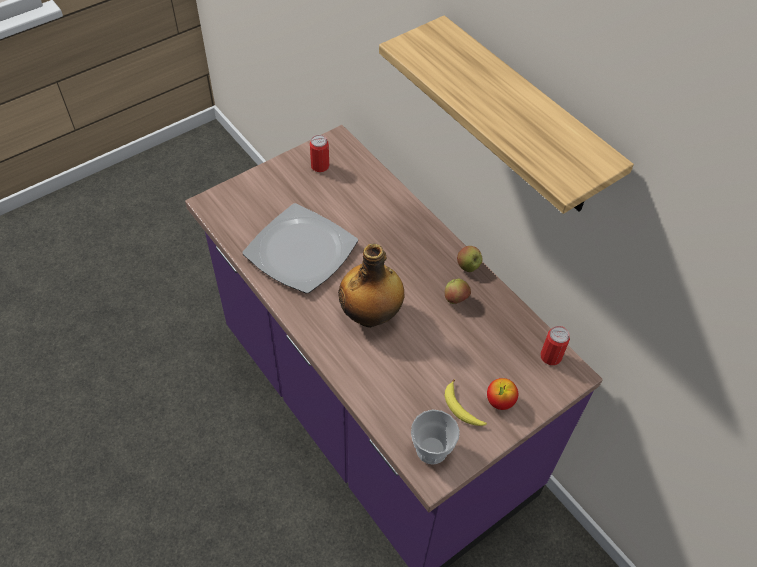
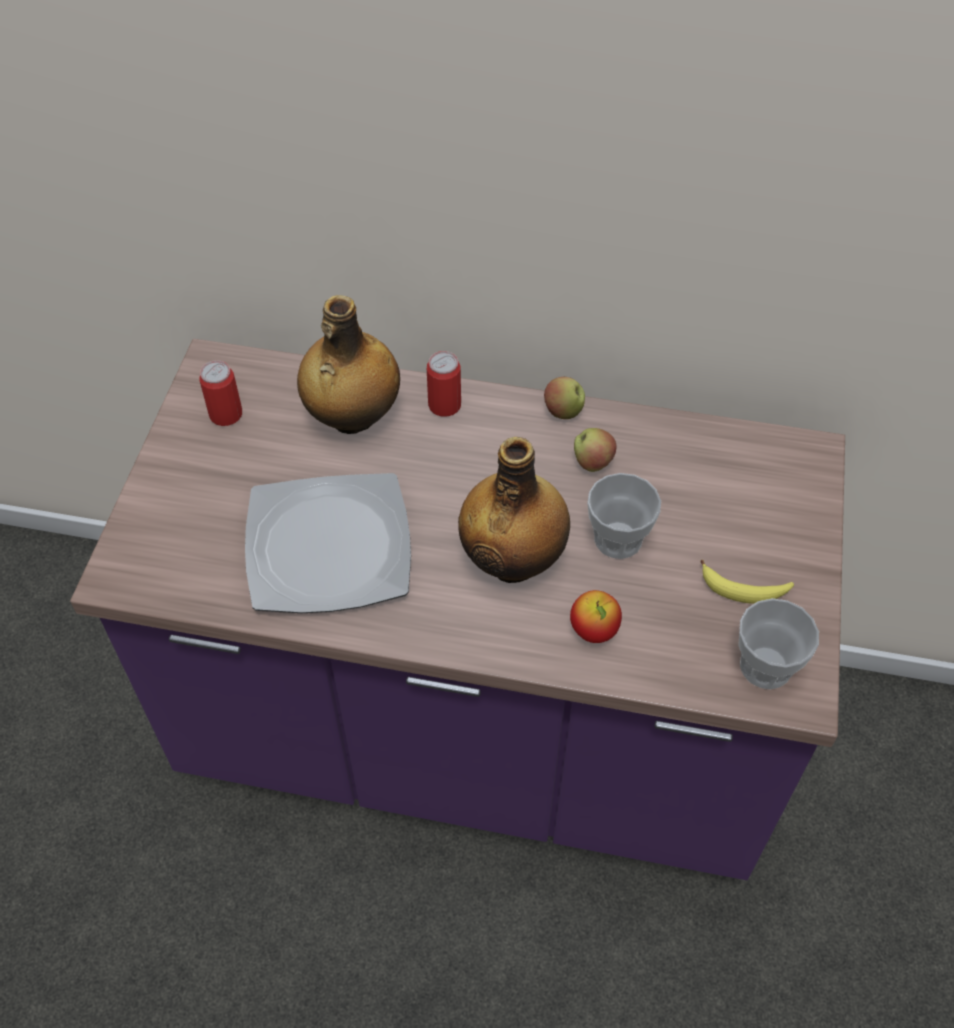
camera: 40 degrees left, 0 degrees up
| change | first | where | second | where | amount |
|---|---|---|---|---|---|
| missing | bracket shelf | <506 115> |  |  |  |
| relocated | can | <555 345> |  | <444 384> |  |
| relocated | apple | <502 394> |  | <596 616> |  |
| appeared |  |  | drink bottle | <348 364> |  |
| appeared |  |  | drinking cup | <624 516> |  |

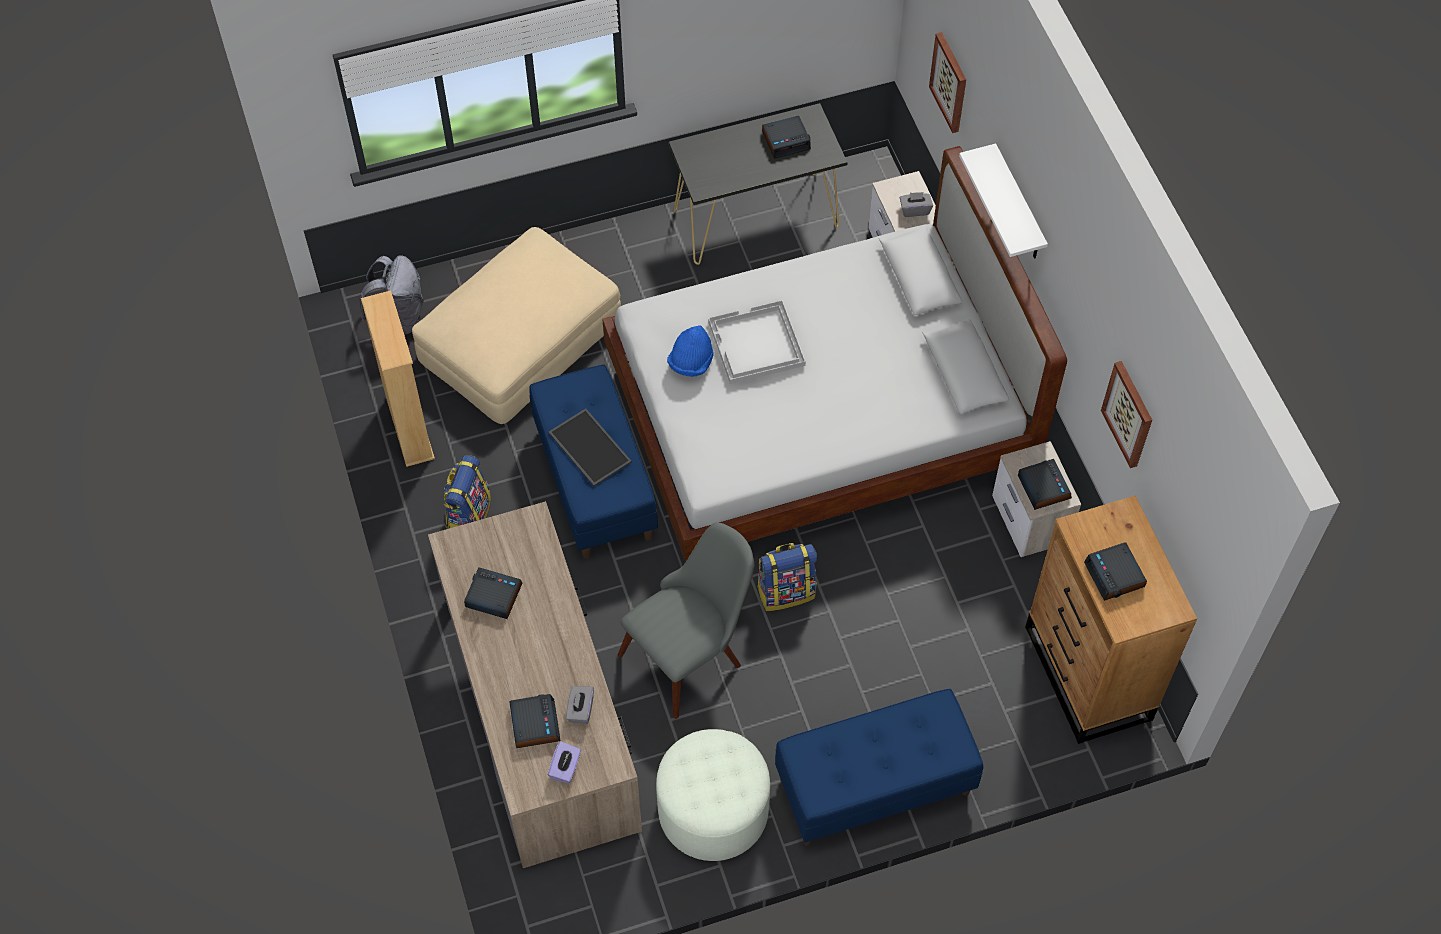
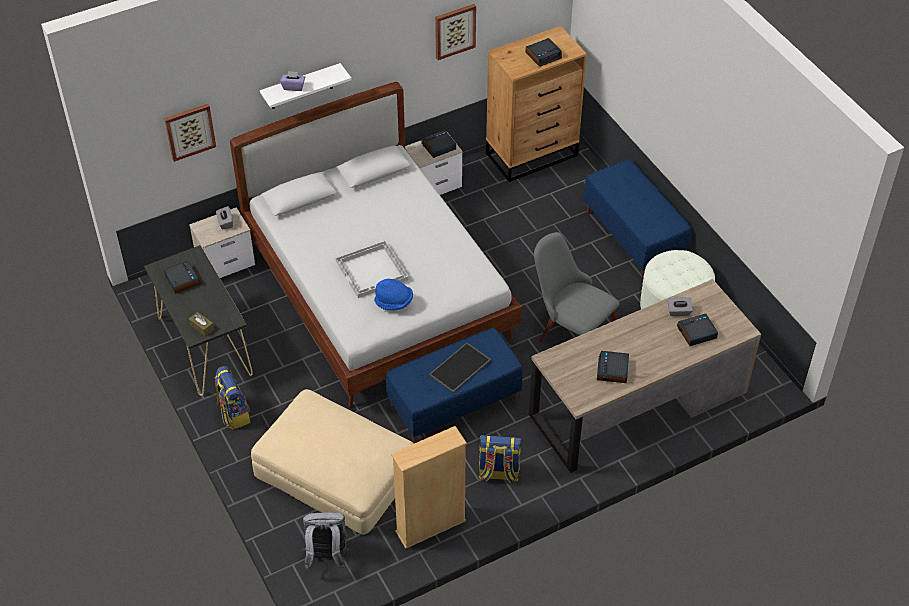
camera: 100 degrees left, 10 degrees down
| change | first | where | second | where | amount |
|---|---|---|---|---|---|
| relocated | rucksack | <787 577> |  | <232 398> |  |
| relocated | purplish tissue box | <564 762> |  | <292 81> |  |
| appeared |  |  | brown tissue box | <201 324> |  |

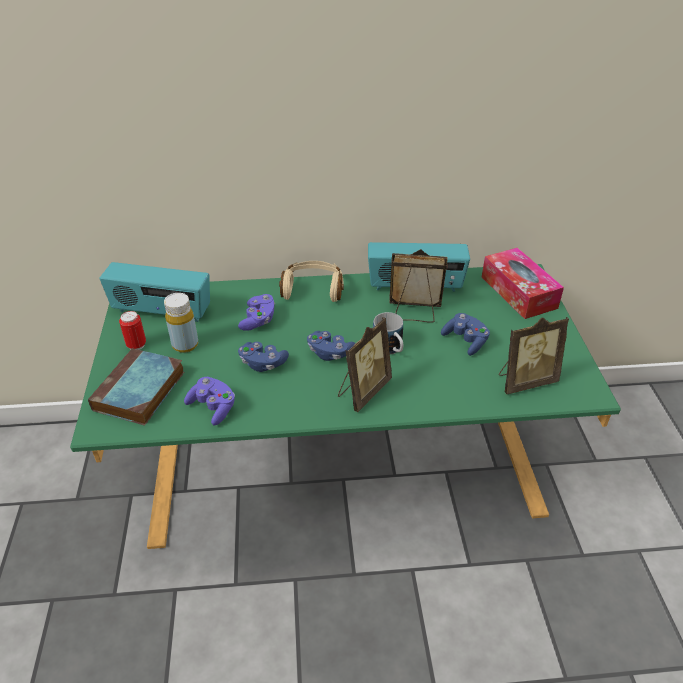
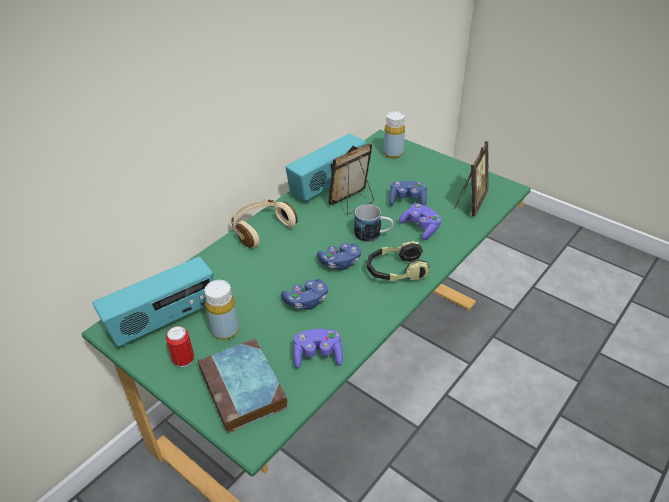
camera: 45 degrees left, 0 degrees up
| change | first | where | second | where | amount |
|---|---|---|---|---|---|
| exchanged | tissue box | <523 283> | yellow drink bottle | <394 134> |  |
| relocated | purplish game controller | <256 312> |  | <420 221> |  |
| exchanged | picture frame | <365 364> | headphones | <398 261> |  |

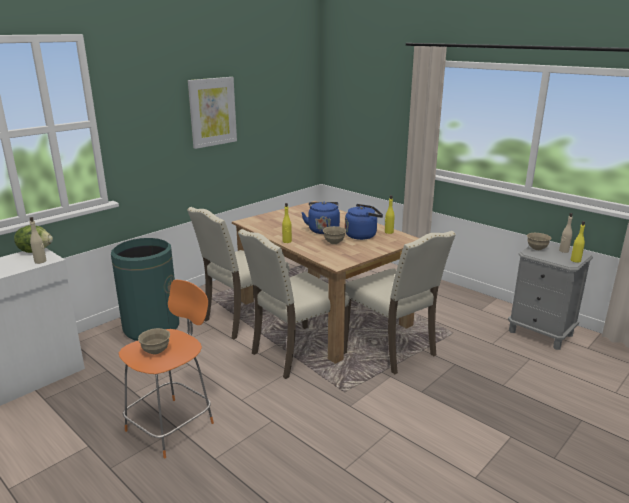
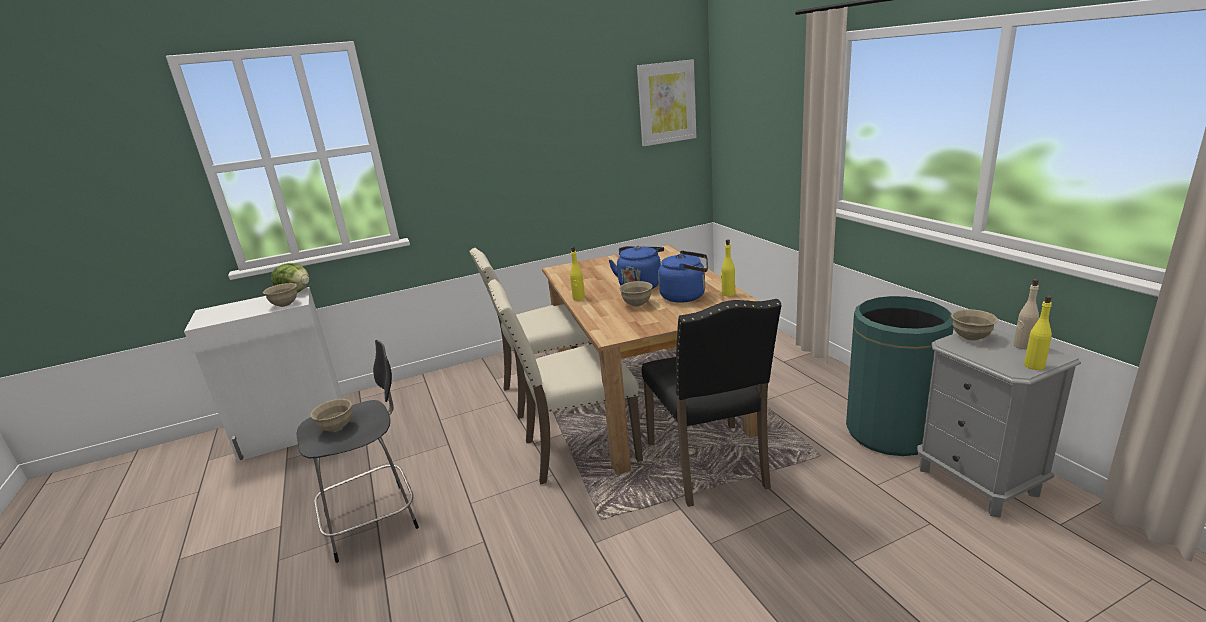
camera: 25 degrees right, 0 degrees up
| change | first | where | second | where | amount |
|---|---|---|---|---|---|
| relocated | wall art | <212 113> |  | <666 102> |  |
| exchanged | beige-coloured drink bottle | <38 240> | beige-coloured serving bowl | <280 295> |  |
| colour | beige-coloured plain chair | <400 302> | black-coloured plain chair | <712 403> |  |
| relocated | green rubbish bin | <145 289> |  | <900 376> |  |
| colour | orange-coloured sitting stool | <166 369> | black-coloured sitting stool | <357 451> |  |

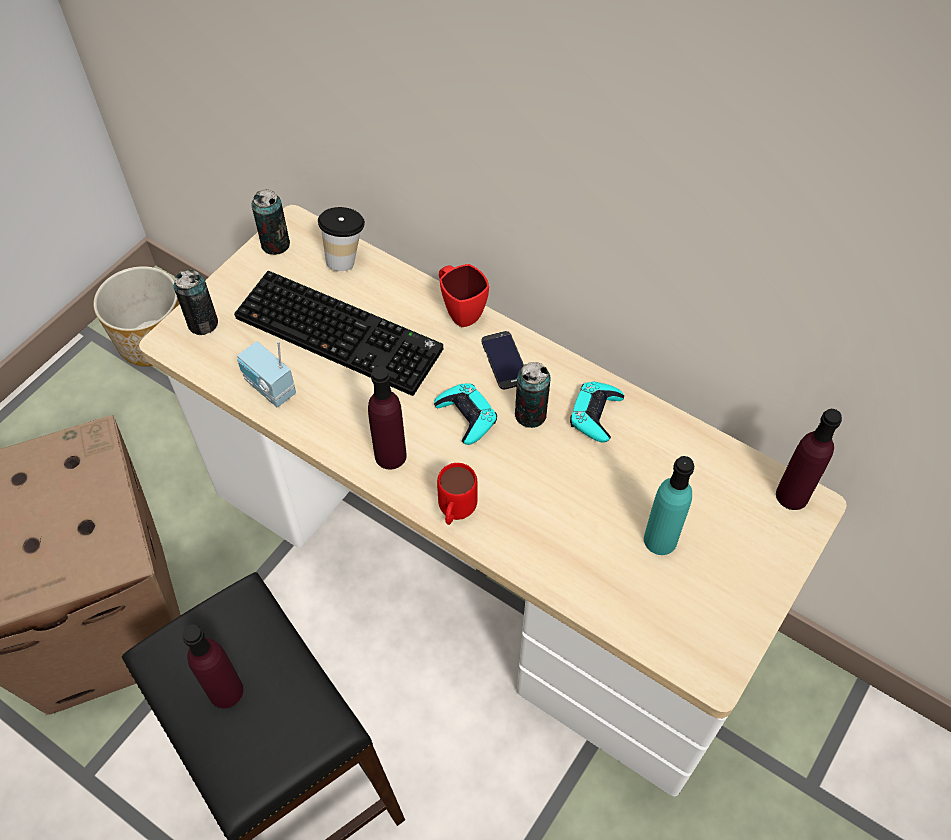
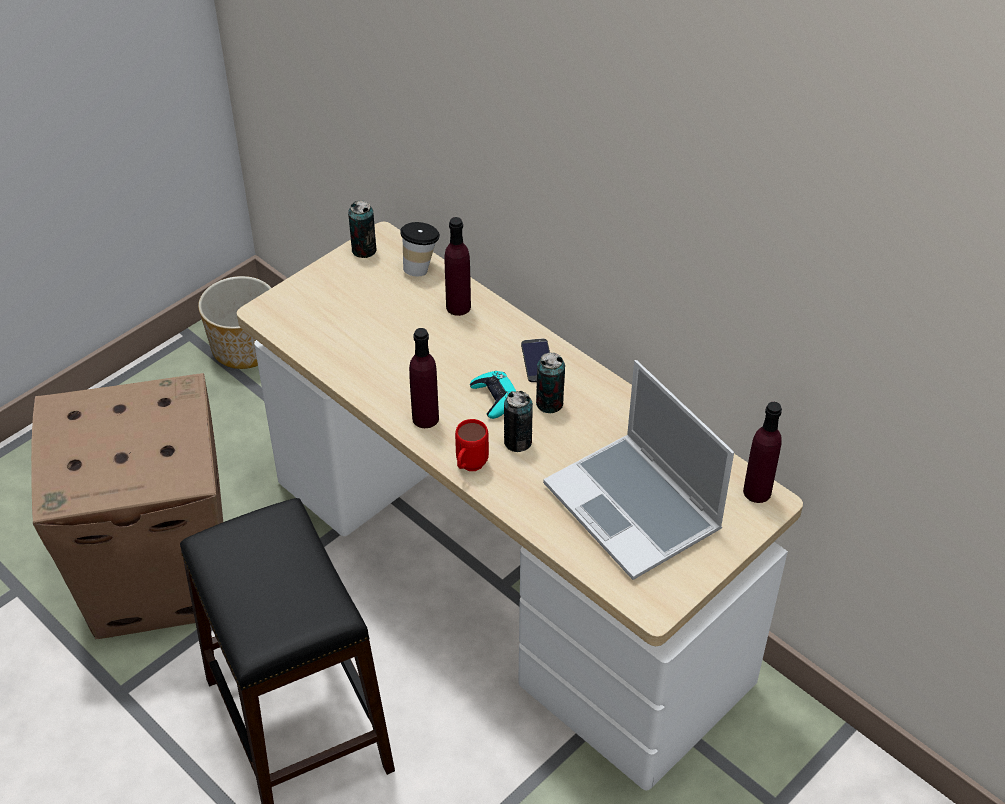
camera: 10 degrees right, 10 degrees down
| change | first | where | second | where | amount |
|---|---|---|---|---|---|
| missing | red-coloured mug | <464 295> |  |  |  |
| relocated | can | <196 302> |  | <518 421> |  |
| missing | PC keyboard | <338 333> |  |  |  |
| missing | radio | <266 374> |  |  |  |
| missing | turquoise-coloured game controller | <597 412> |  |  |  |
| exchanged | turquoise-coloured drink bottle | <669 505> | notebook computer | <638 470> |  |
| relocated | purplish drink bottle | <212 667> |  | <458 266> |  |

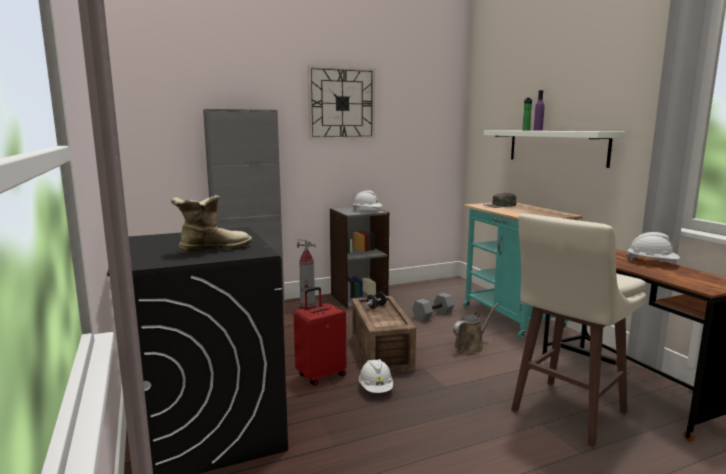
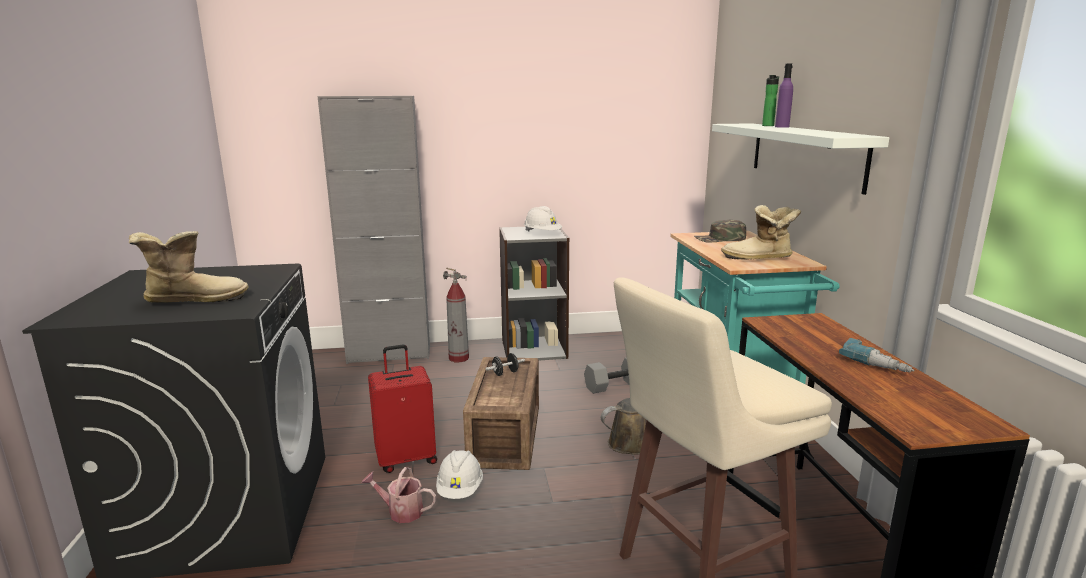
camera: 15 degrees right, 5 degrees up
| change | first | where | second | where | amount |
|---|---|---|---|---|---|
| missing | hanging clock | <341 102> |  |  |  |
| exchanged | whitish work helmet | <653 246> | electric drill | <876 355> |  |
| appeared |  |  | high-top boot | <761 232> |  |
| appeared |  |  | sprinkling can | <399 495> |  |

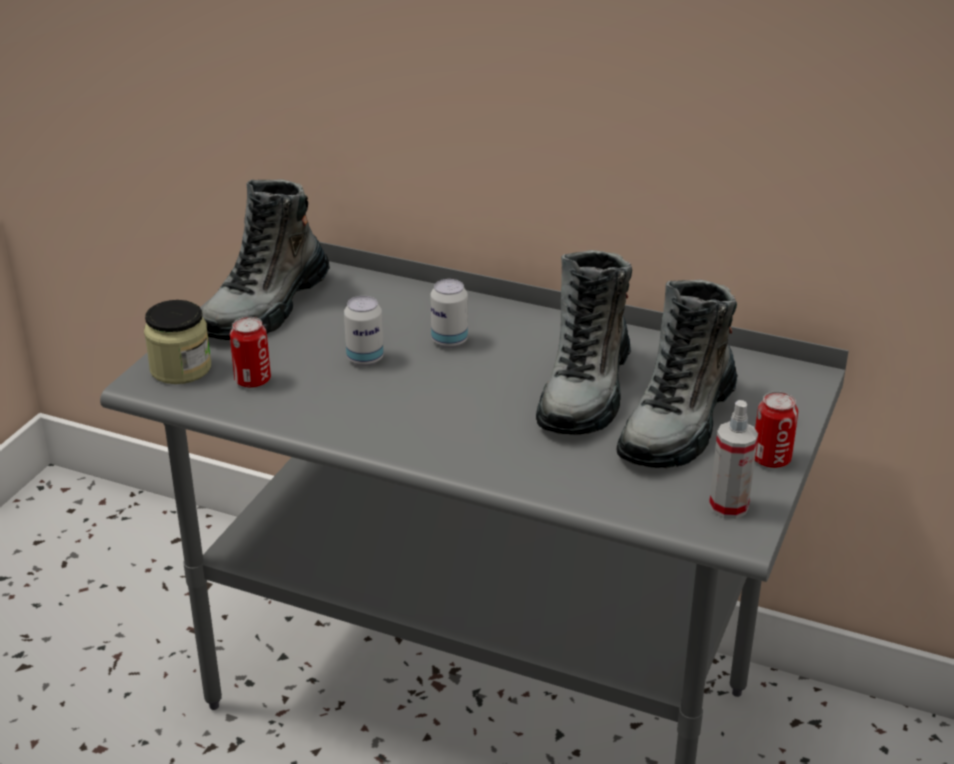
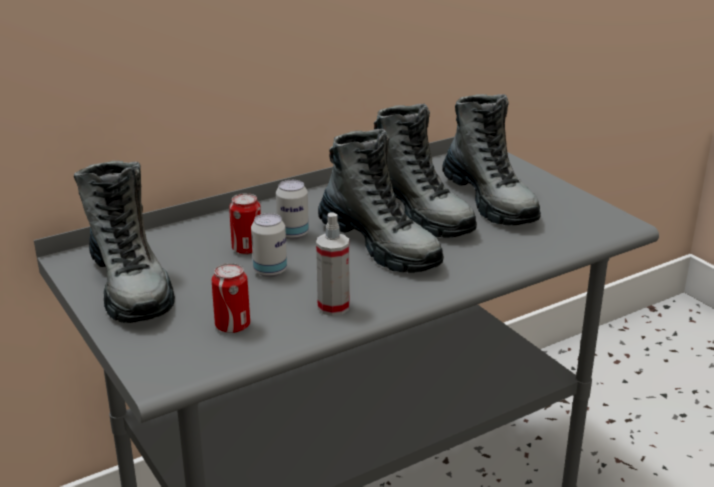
camera: 55 degrees left, 5 degrees down
| change | first | where | second | where | amount |
|---|---|---|---|---|---|
| missing | jar | <177 342> |  |  |  |
| relocated | can | <776 429> |  | <245 224> |  |
| relocated | sprayer | <733 459> |  | <333 264> |  |
| appeared |  |  | high-top boot | <381 201> |  |

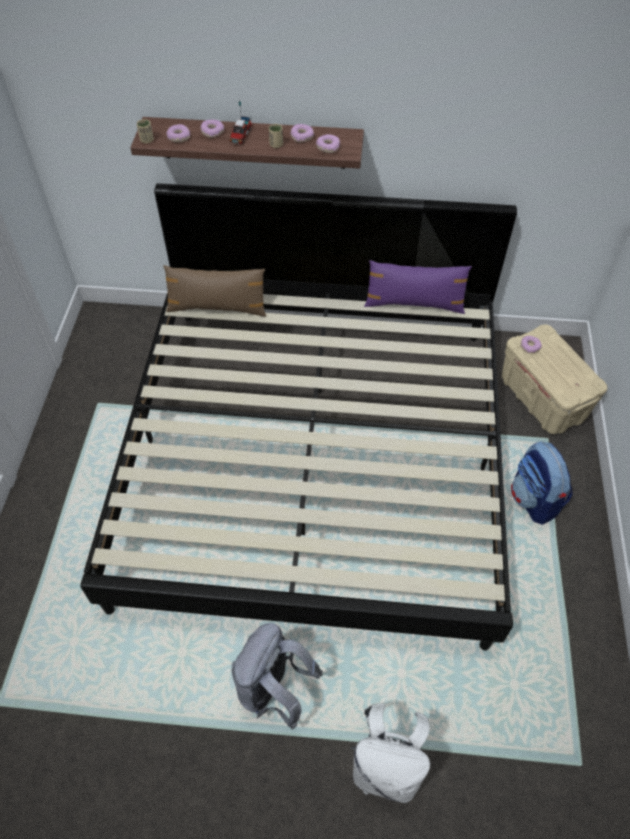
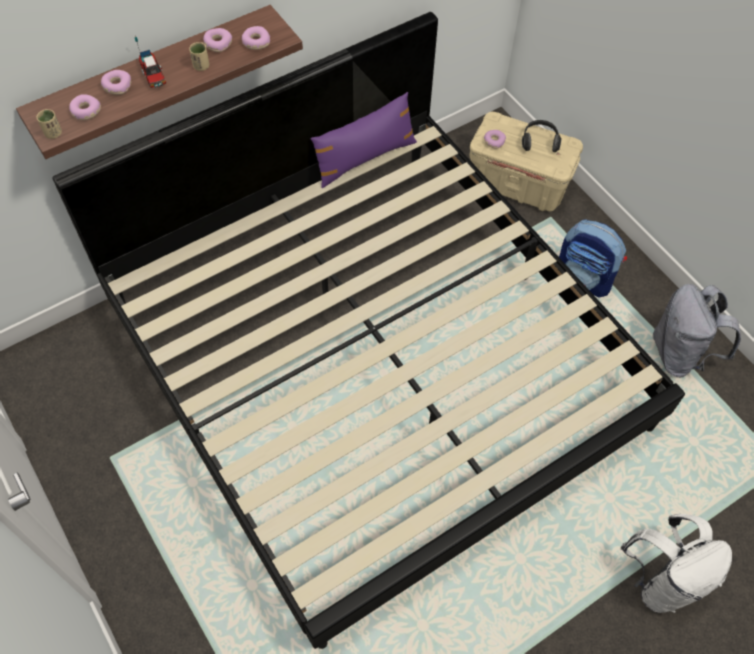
camera: 40 degrees left, 5 degrees up
| change | first | where | second | where | amount |
|---|---|---|---|---|---|
| missing | brown pillow | <215 291> |  |  |  |
| relocated | grey rucksack | <277 676> |  | <697 330> |  |
| appeared |  |  | headphones | <542 136> |  |

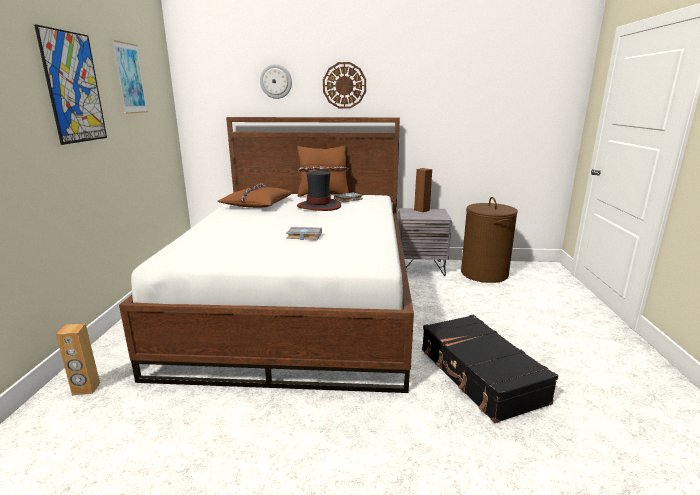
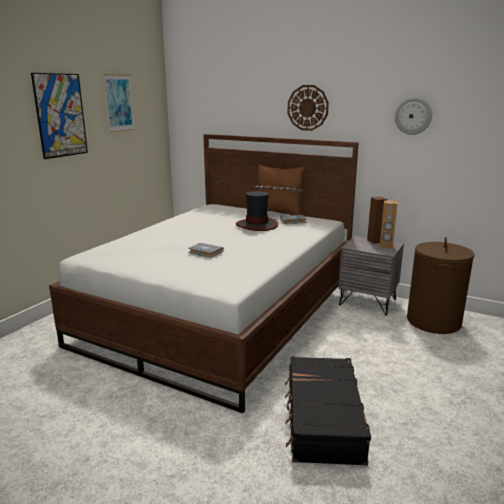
camera: 25 degrees right, 0 degrees up
| change | first | where | second | where | amount |
|---|---|---|---|---|---|
| relocated | hanging clock | <276 81> |  | <413 116> |  |
| missing | brown pillow | <255 195> |  |  |  |
| relocated | brown loudspeaker | <78 359> |  | <389 224> |  |

